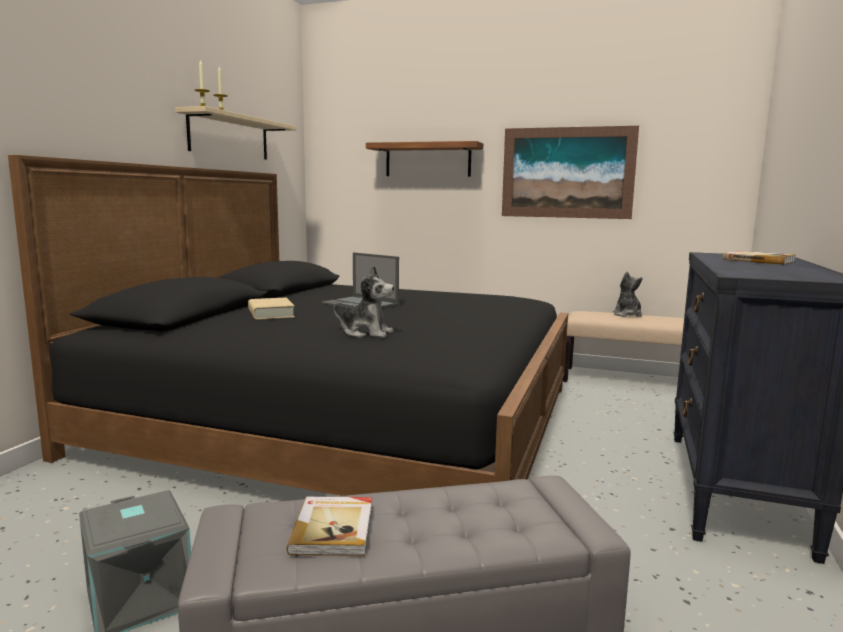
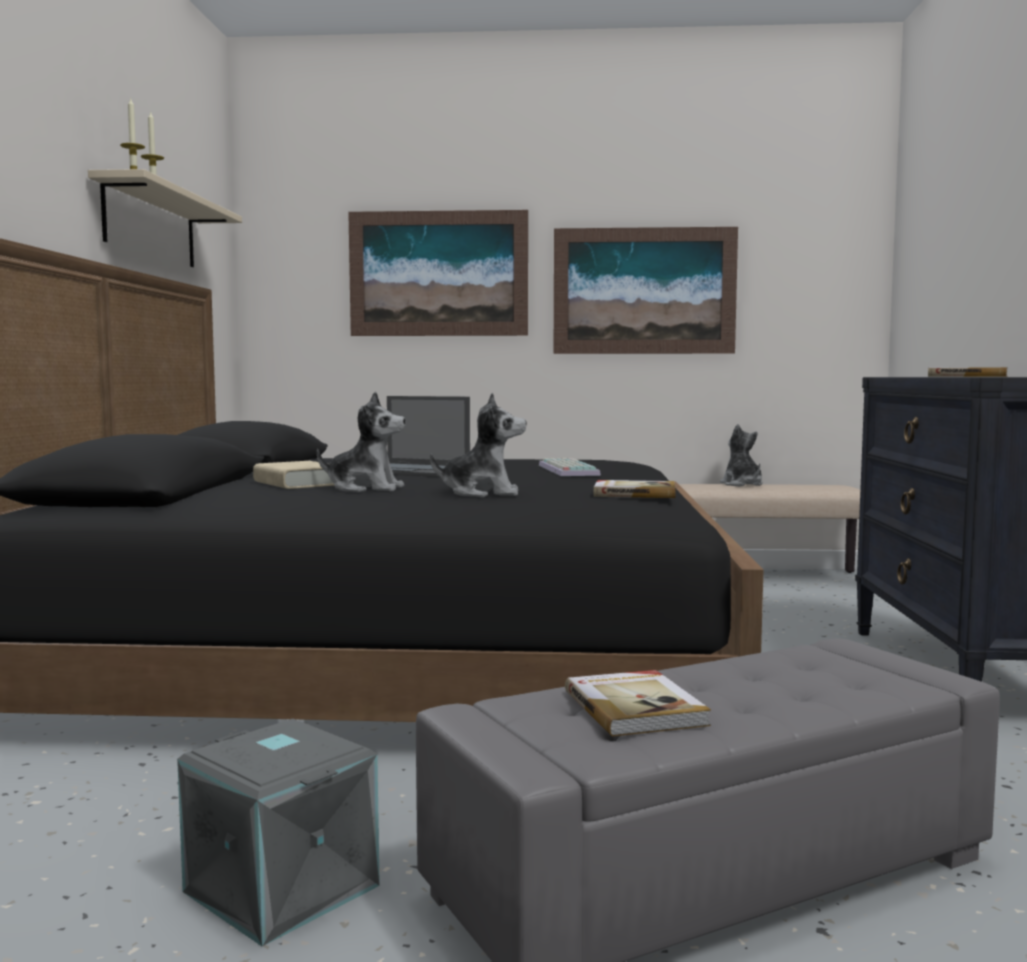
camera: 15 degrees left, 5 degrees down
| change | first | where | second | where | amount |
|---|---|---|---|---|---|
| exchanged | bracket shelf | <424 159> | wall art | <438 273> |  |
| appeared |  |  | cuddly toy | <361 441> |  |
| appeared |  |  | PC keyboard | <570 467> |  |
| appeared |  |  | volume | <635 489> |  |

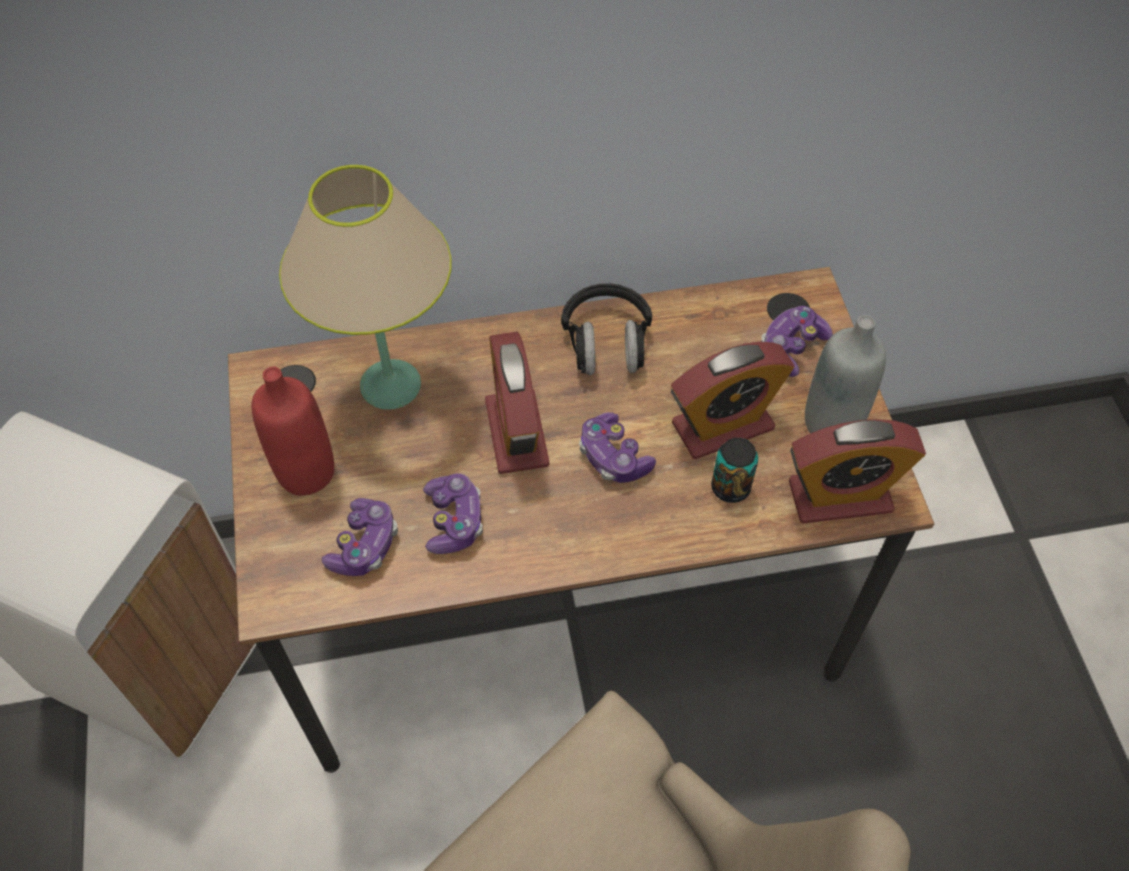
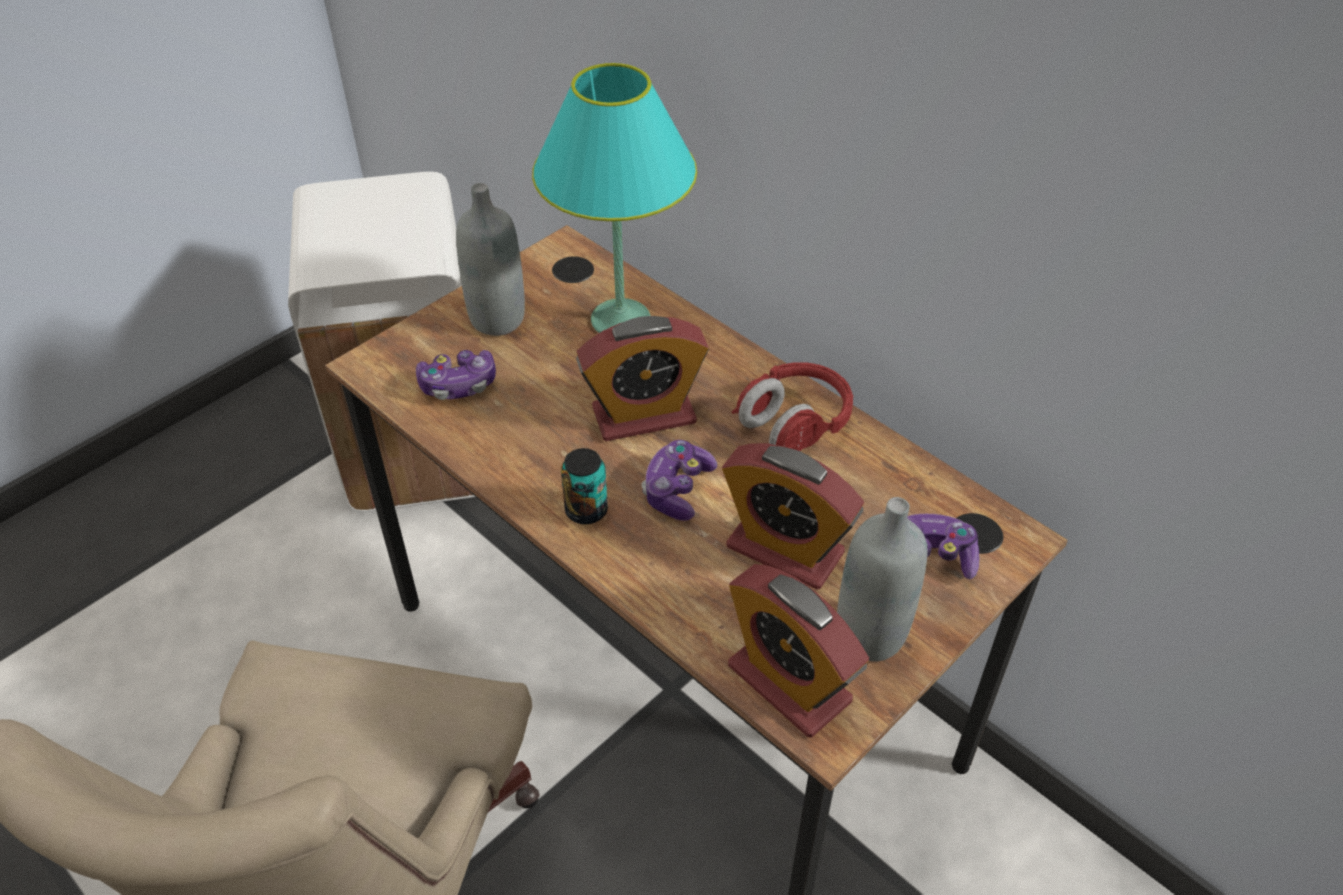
camera: 55 degrees right, 10 degrees down
| change | first | where | second | where | amount |
|---|---|---|---|---|---|
| colour | beige-coloured lamp for a table | <365 287> | turquoise-coloured lamp for a table | <614 198> |  |
| colour | black-coloured headphones | <606 329> | red-coloured headphones | <792 406> |  |
| spun | bedside clock | <517 403> |  | <642 378> | 150 degrees counterclockwise |
| colour | red-coloured drink bottle | <292 431> | grey drink bottle | <490 259> |  |
| relocated | can | <734 470> |  | <584 486> |  |
| missing | game controller | <453 513> |  |  |  |

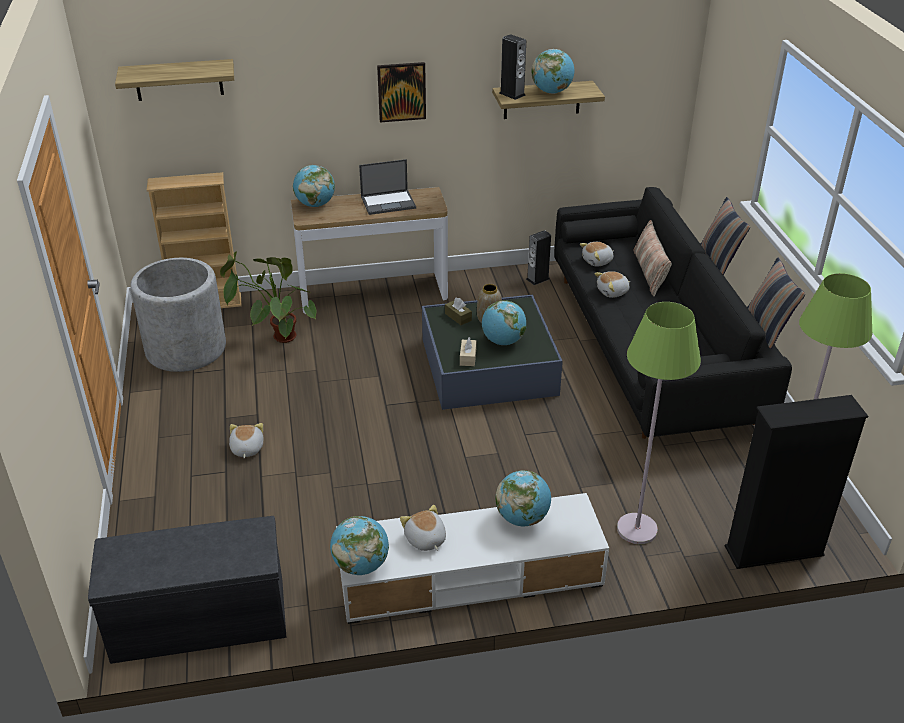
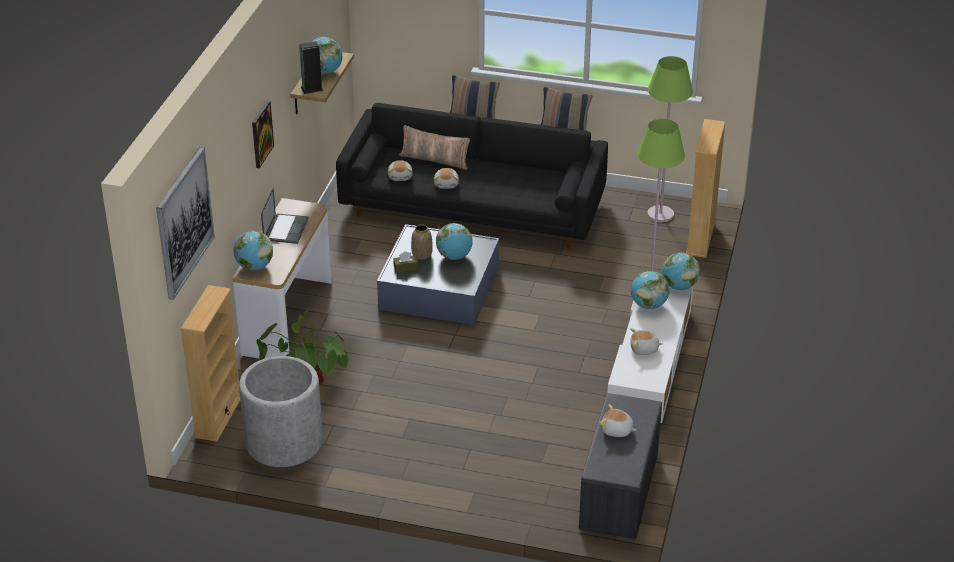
camera: 65 degrees left, 0 degrees up
| change | first | where | second | where | amount |
|---|---|---|---|---|---|
| exchanged | bracket shelf | <174 80> | wall art | <185 223> |  |
| missing | loudspeaker | <538 257> |  |  |  |
| missing | beige-coloured tissue box | <468 351> |  |  |  |
| colour | black-coloured bookshelf | <796 482> | beige-coloured bookshelf | <705 188> |  |
| relocated | cuddly toy | <246 440> |  | <618 421> |  |
| relocated | world globe | <359 545> |  | <681 271> |  |

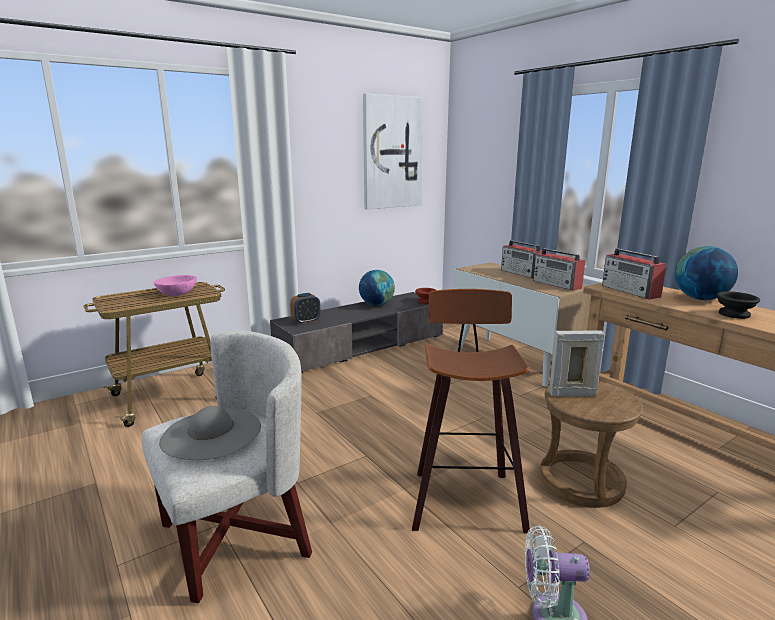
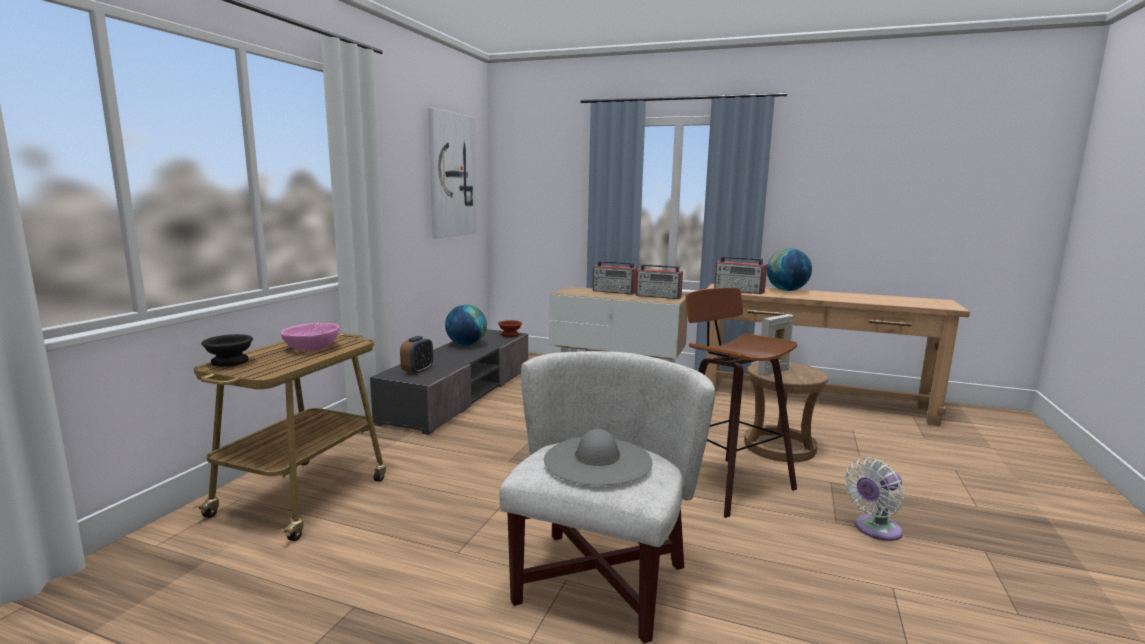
camera: 35 degrees left, 5 degrees down
| change | first | where | second | where | amount |
|---|---|---|---|---|---|
| relocated | black-coloured serving bowl | <738 305> |  | <227 350> |  |

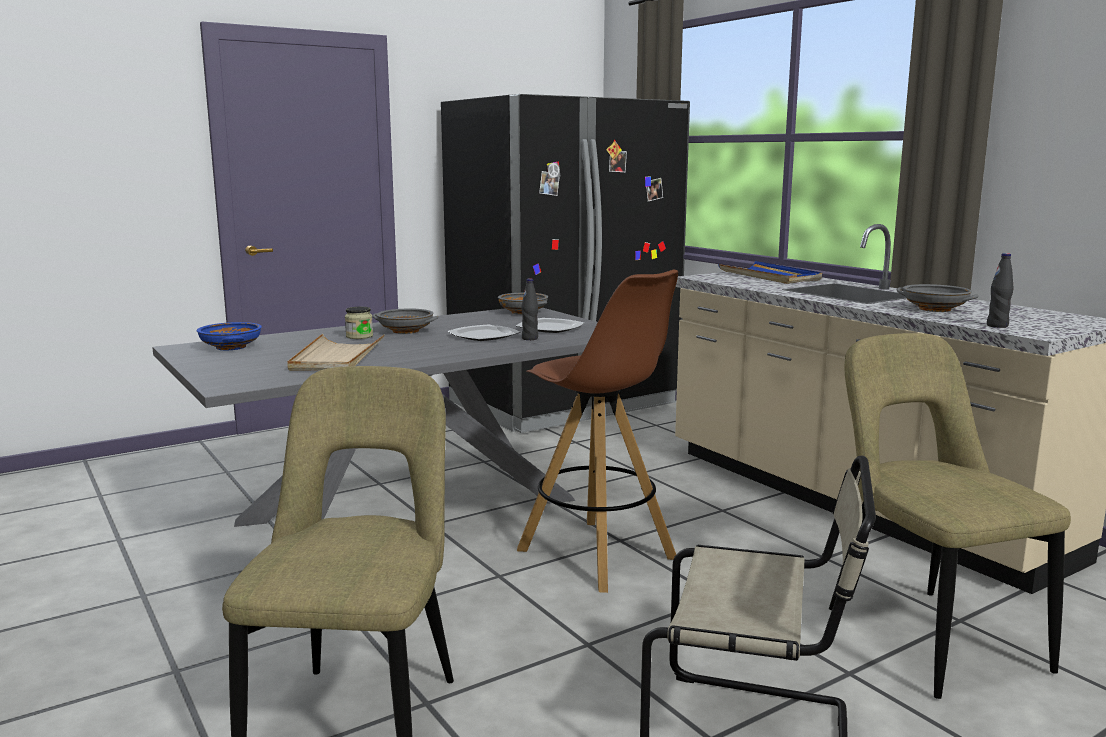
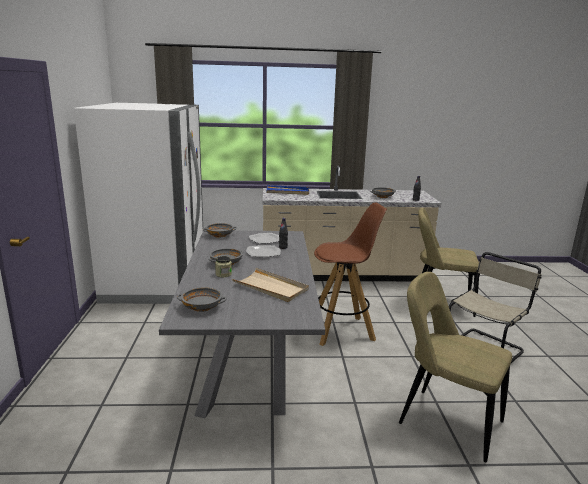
camera: 60 degrees left, 5 degrees up
| change | first | where | second | where | amount |
|---|---|---|---|---|---|
| colour | black-coloured fridge | <565 263> | whitish fridge | <138 203> |  |
| colour | bluish serving bowl | <229 336> | grey serving bowl | <202 299> |  |

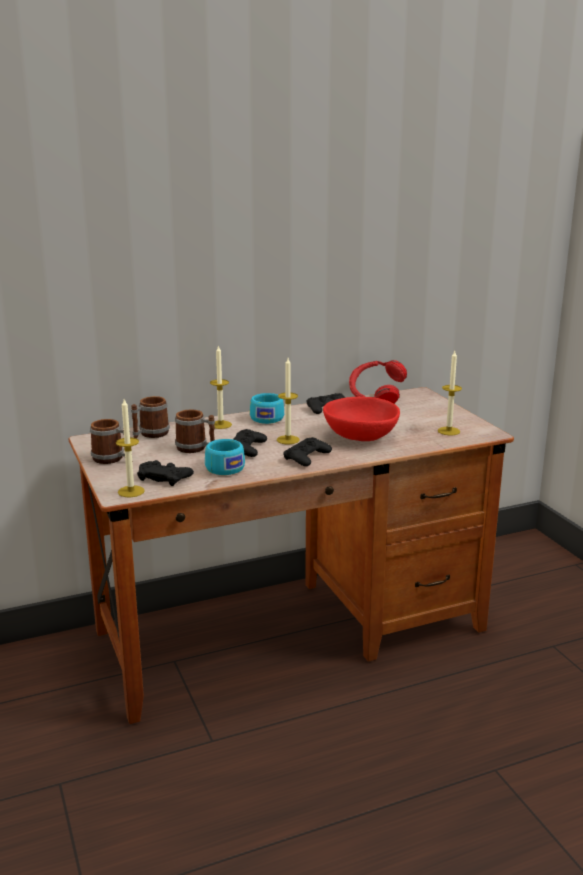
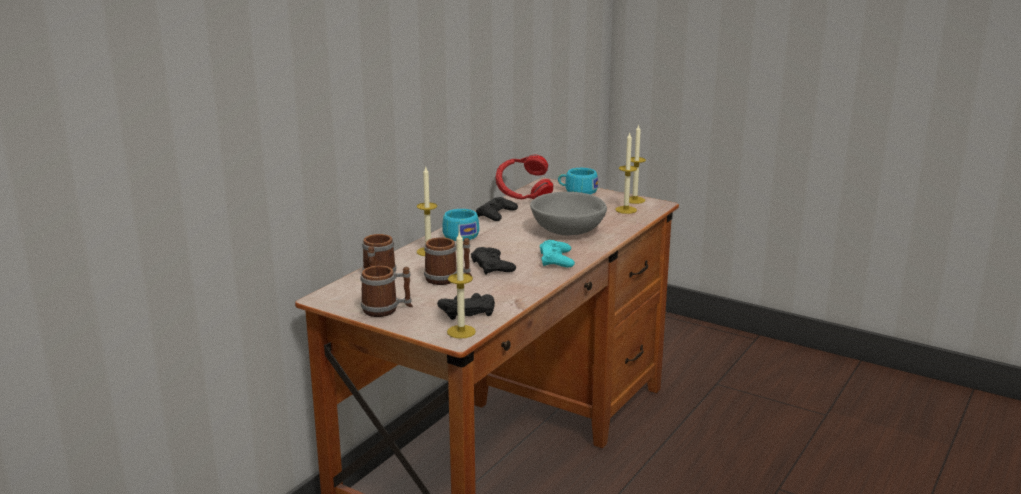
camera: 35 degrees left, 0 degrees up
| change | first | where | second | where | amount |
|---|---|---|---|---|---|
| relocated | candle | <288 401> |  | <637 164> |  |
| colour | red-coloured serving bowl | <361 419> | grey serving bowl | <568 213> |  |
| colour | black-coloured game controller | <307 451> | turquoise-coloured game controller | <557 253> |  |
| relocated | turquoise-coloured drinking cup | <225 457> |  | <578 181> |  |

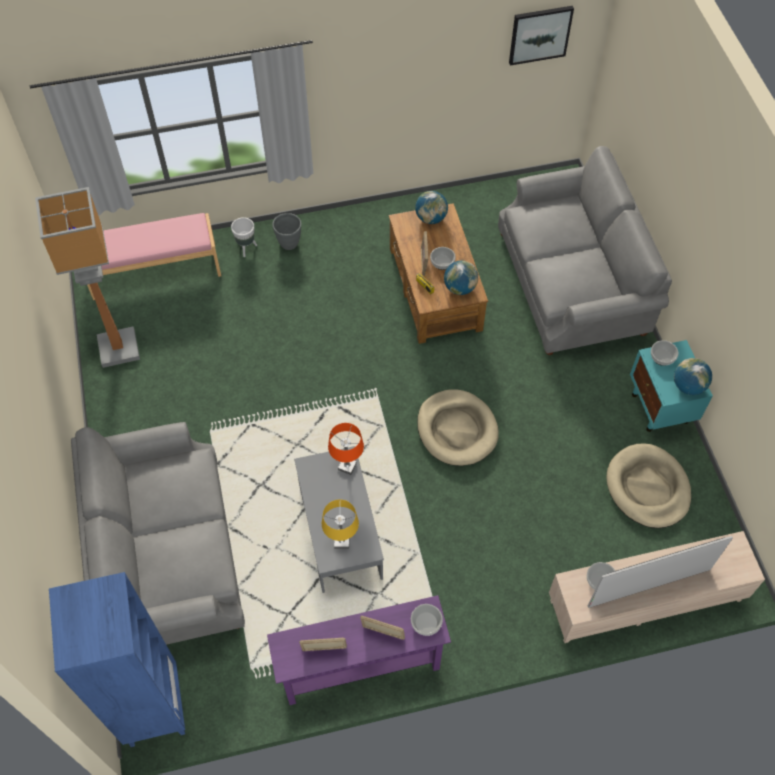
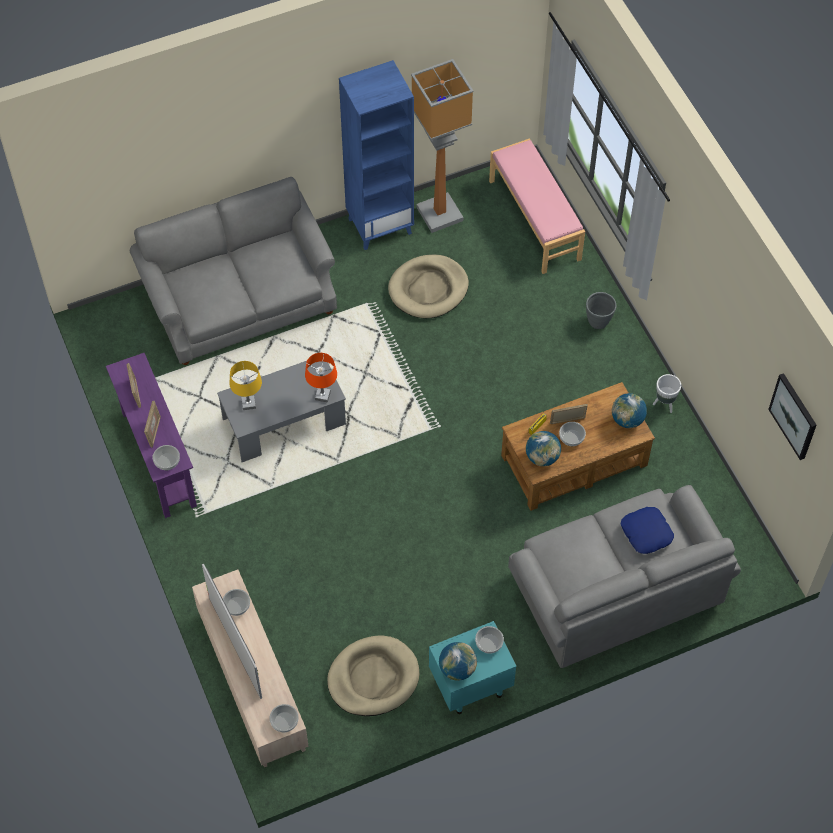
camera: 80 degrees right, 0 degrees up
| change | first | where | second | where | amount |
|---|---|---|---|---|---|
| relocated | whitish flower pot | <244 237> |  | <667 393> |  |
| relocated | beige-coloured dog bed | <458 427> |  | <428 286> |  |
| relocated | bluish bookshelf | <117 659> |  | <376 155> |  |
| appeared |  |  | bluish pillow | <647 530> |  |
| appeared |  |  | serving bowl | <283 718> |  |

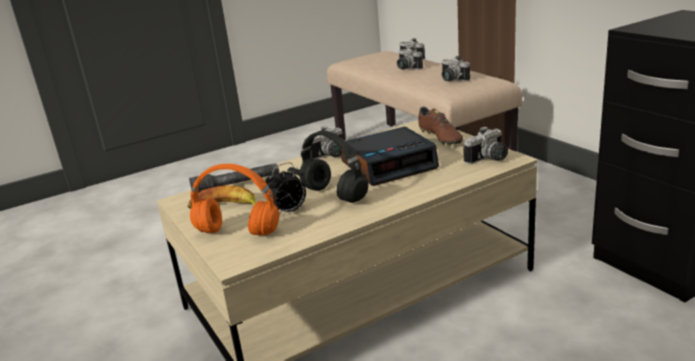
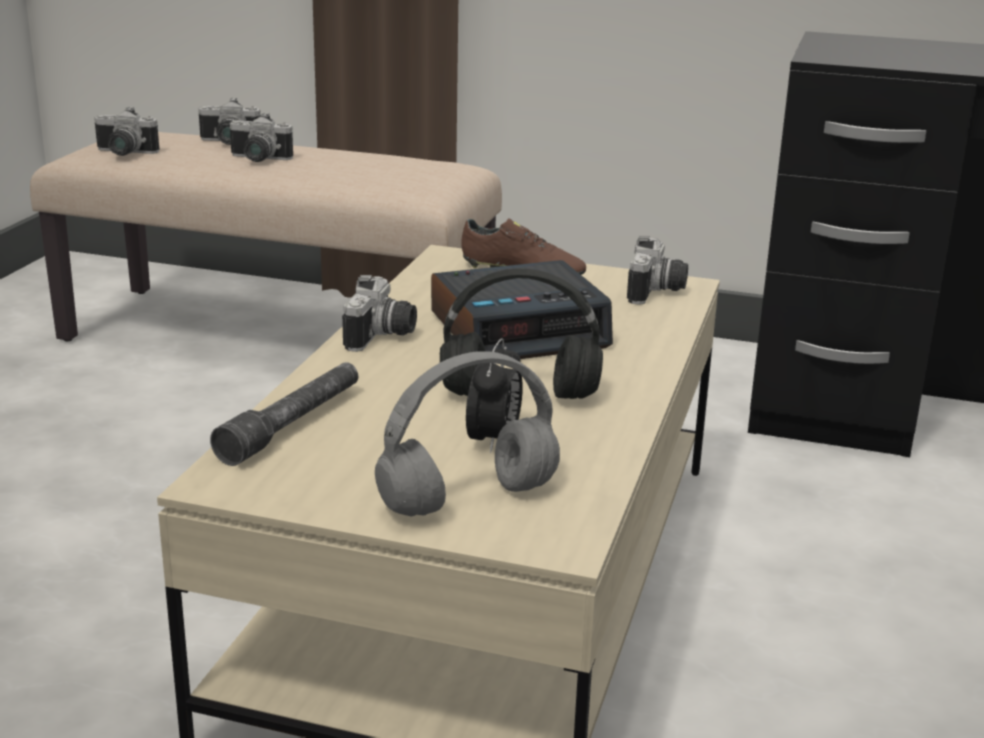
camera: 45 degrees left, 0 degrees up
| change | first | where | second | where | amount |
|---|---|---|---|---|---|
| relocated | photo camera | <456 69> |  | <126 131> |  |
| spun | bedside clock | <389 156> |  | <522 309> | 45 degrees clockwise |
| colour | orange-coloured headphones | <234 200> | grey headphones | <467 434> |  |
| missing | banana fruit | <222 197> |  |  |  |

